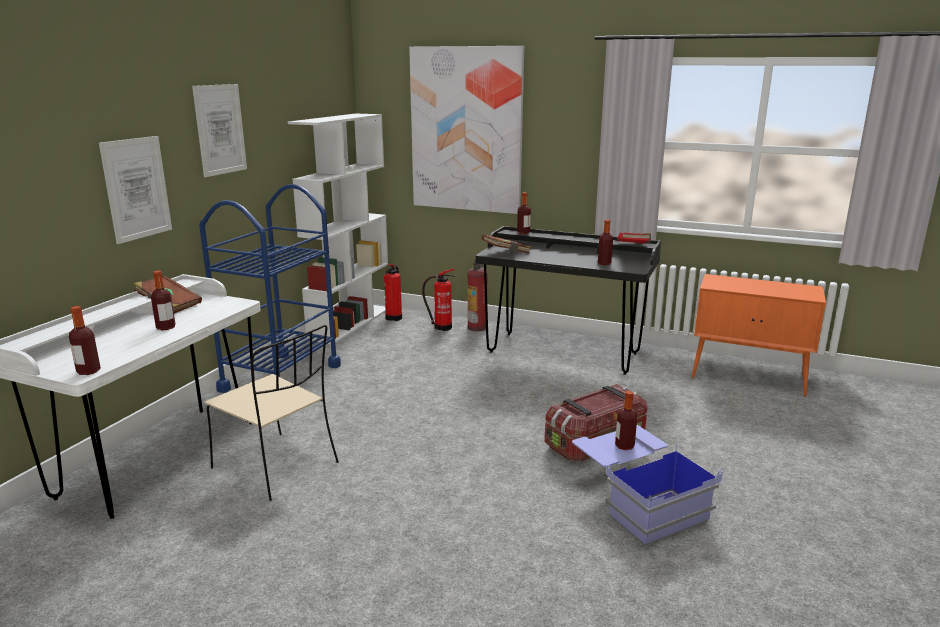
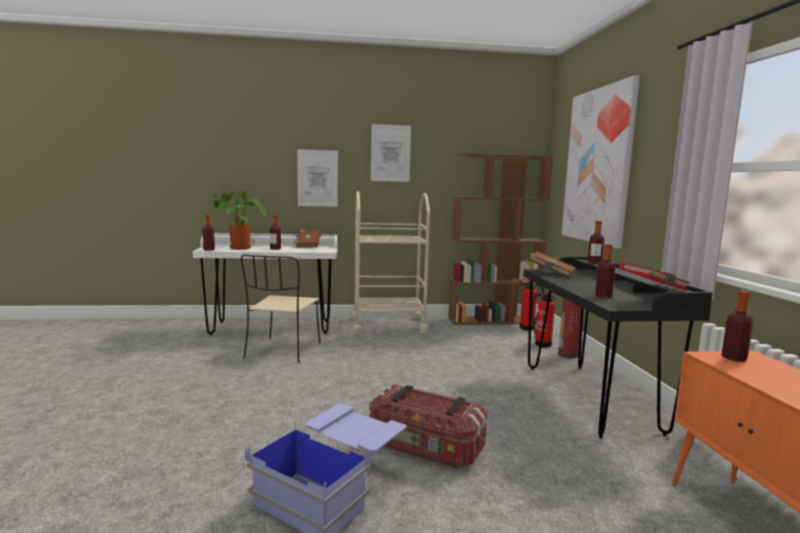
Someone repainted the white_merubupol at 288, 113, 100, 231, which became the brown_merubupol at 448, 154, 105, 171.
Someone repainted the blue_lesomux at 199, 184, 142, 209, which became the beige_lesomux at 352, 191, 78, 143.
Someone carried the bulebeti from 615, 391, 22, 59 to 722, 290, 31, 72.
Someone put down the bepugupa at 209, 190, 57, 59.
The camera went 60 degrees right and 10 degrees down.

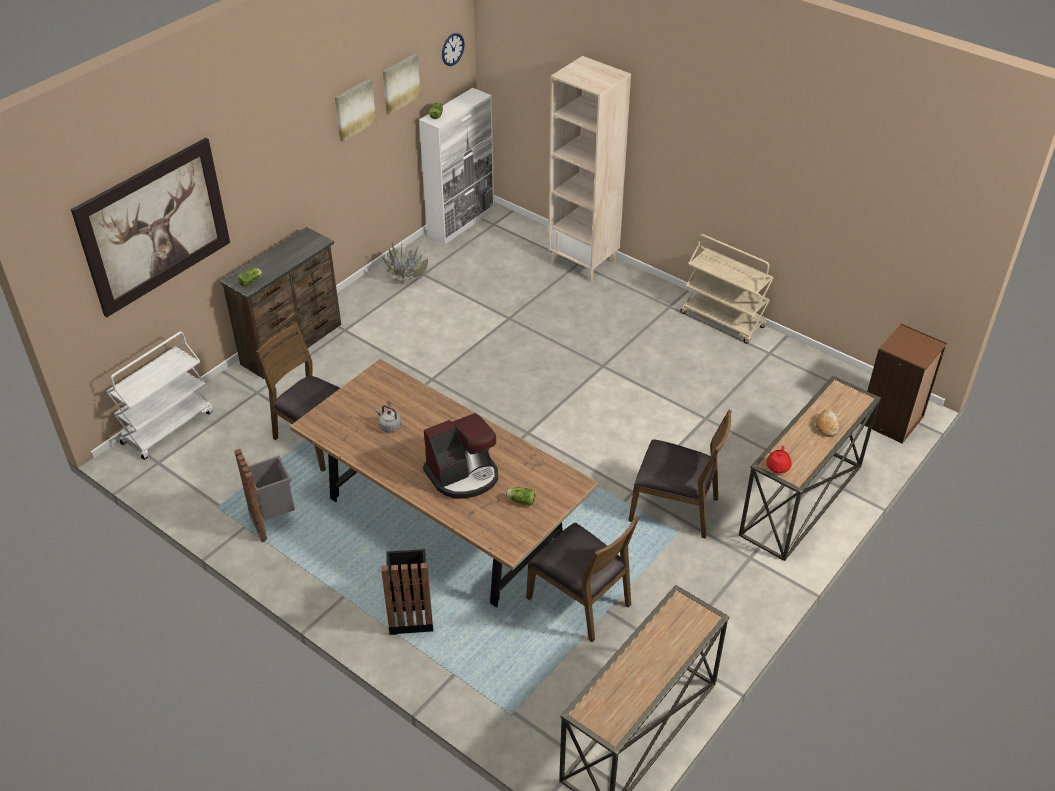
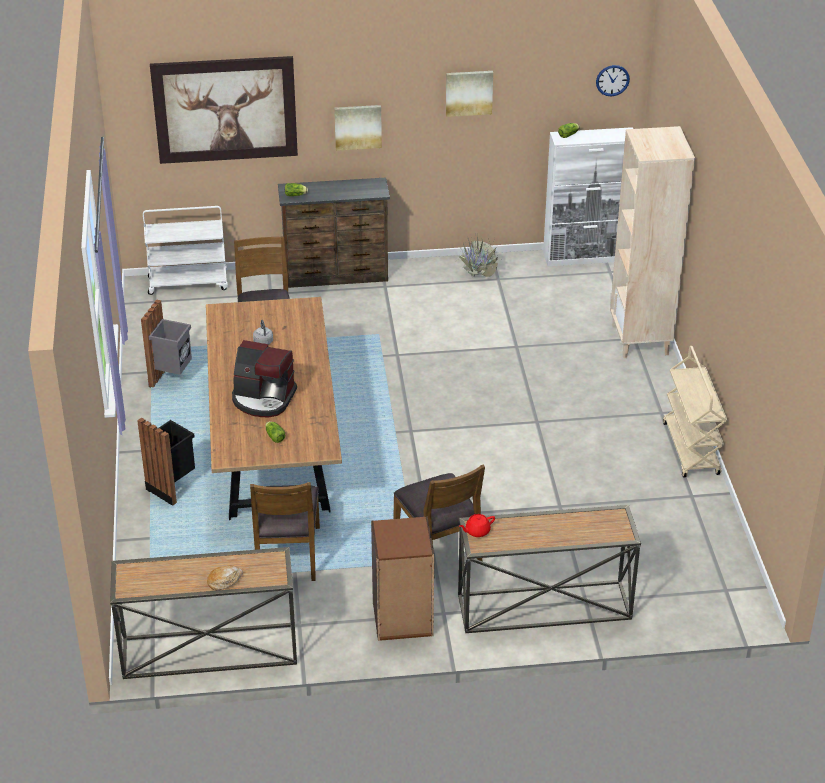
Someone carried the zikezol from 383, 54, 38, 61 to 334, 105, 48, 46.
Someone carried the brown_merubupol from 861, 324, 86, 120 to 371, 516, 63, 125.
Someone carried the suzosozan from 816, 410, 23, 27 to 207, 565, 36, 25.
The camera went 45 degrees right and 5 degrees down.

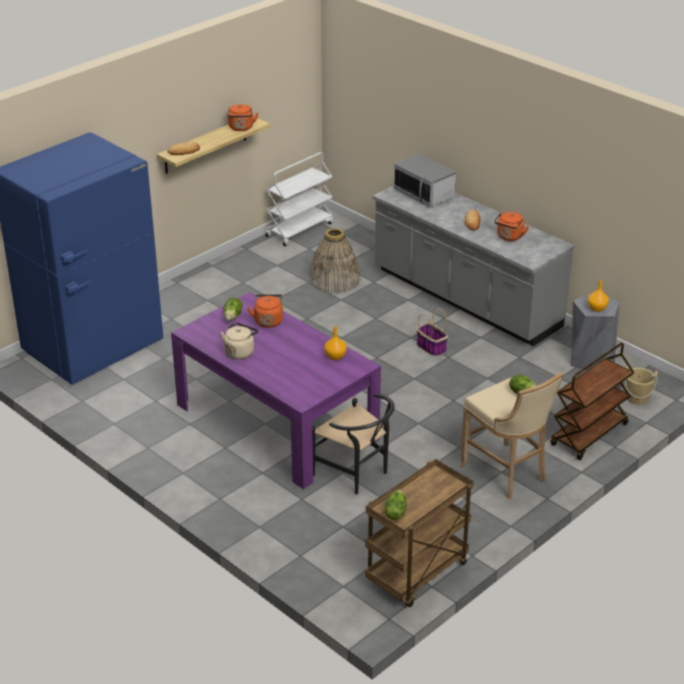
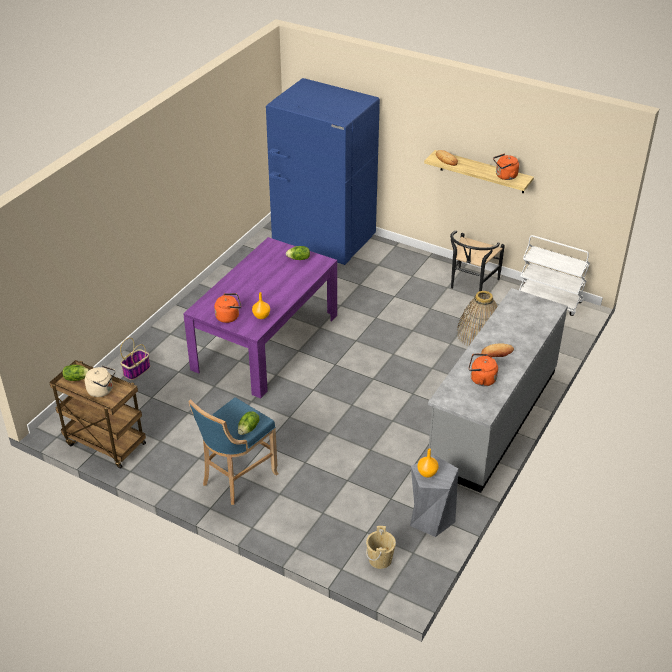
Someone took away the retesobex at 394, 153, 62, 55.
Someone carried the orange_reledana from 247, 294, 36, 34 to 214, 293, 27, 30.
Someone carried the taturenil from 416, 308, 32, 49 to 120, 338, 30, 42.
Someone carried the beige_reledana from 220, 323, 38, 36 to 85, 365, 30, 32.
Someone took away the brown_lesomux at 551, 343, 83, 117.
Someone repainted the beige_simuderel at 459, 372, 104, 127, which became the blue_simuderel at 188, 397, 91, 108.
Someone carried the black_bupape from 312, 393, 83, 102 to 450, 230, 55, 66.
The camera went 75 degrees right and 5 degrees up.

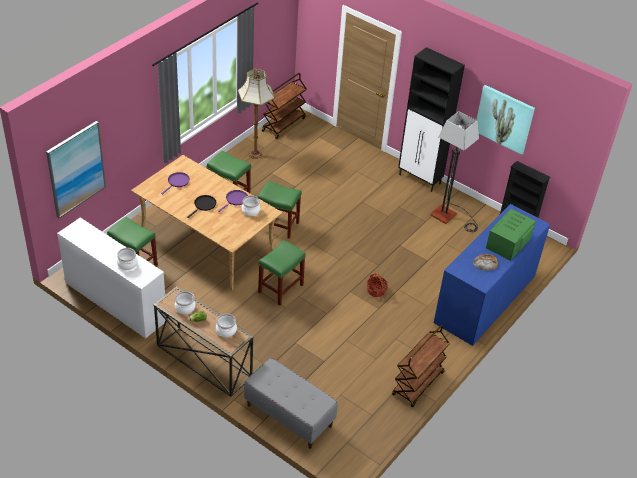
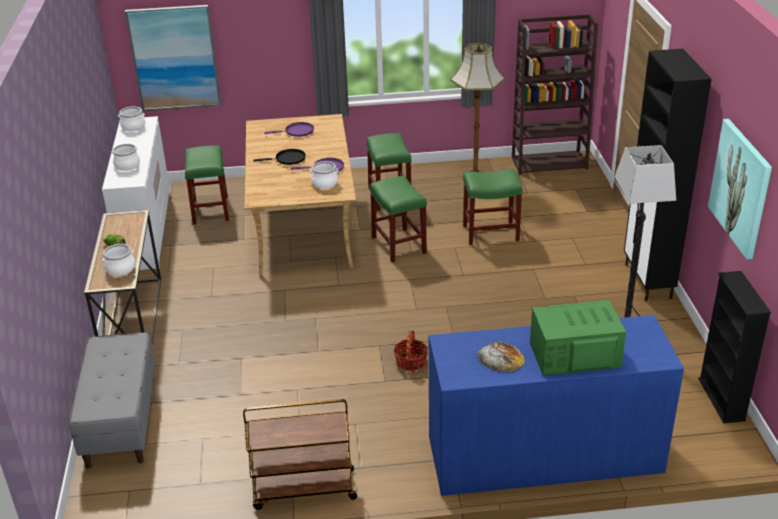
Someone swapped the brown_lesomux at 262, 73, 45, 66 for the brown_merubupol at 512, 14, 86, 161.
Someone carried the green_simuderel from 258, 240, 48, 66 to 463, 169, 60, 76.
Someone carried the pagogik from 175, 291, 21, 23 to 118, 106, 27, 26.
The camera went 50 degrees right and 10 degrees down.

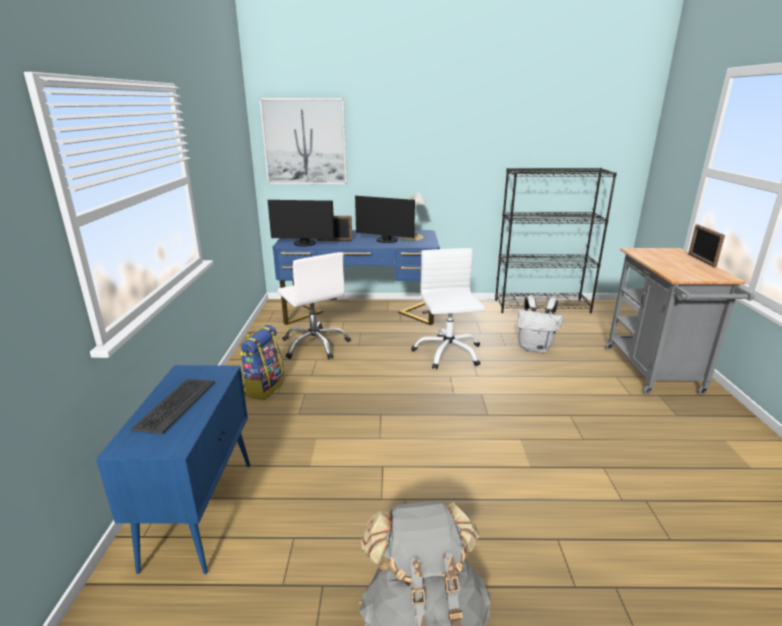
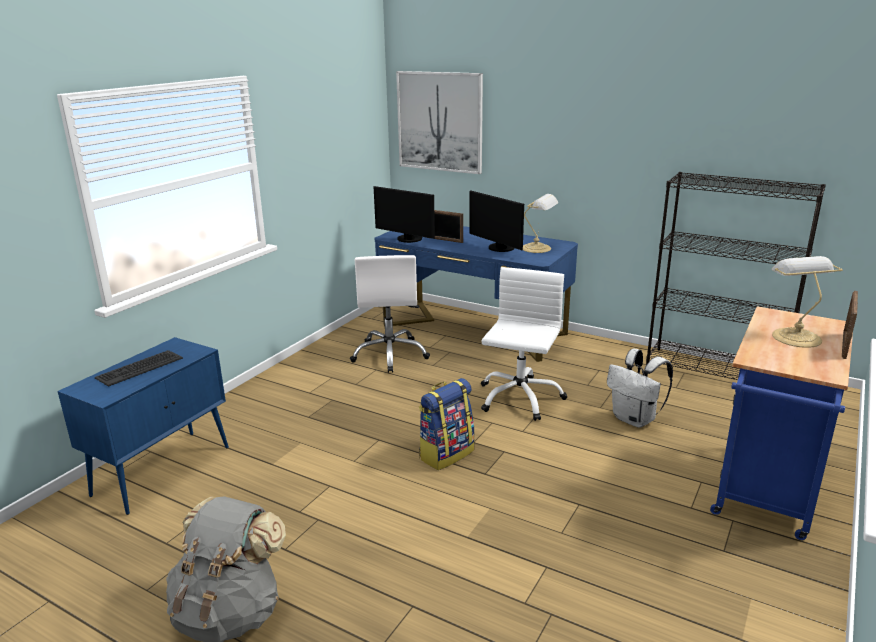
Someone repainted the grey_lesomux at 605, 248, 150, 147, which became the blue_lesomux at 710, 306, 143, 234.
Someone carried the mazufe from 239, 325, 46, 75 to 419, 378, 56, 92.
Someone put down the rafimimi at 772, 256, 71, 92.
The camera went 30 degrees right and 0 degrees up.

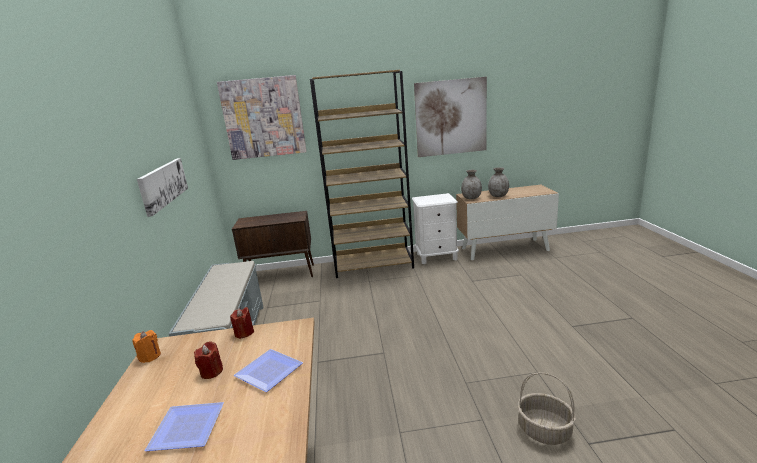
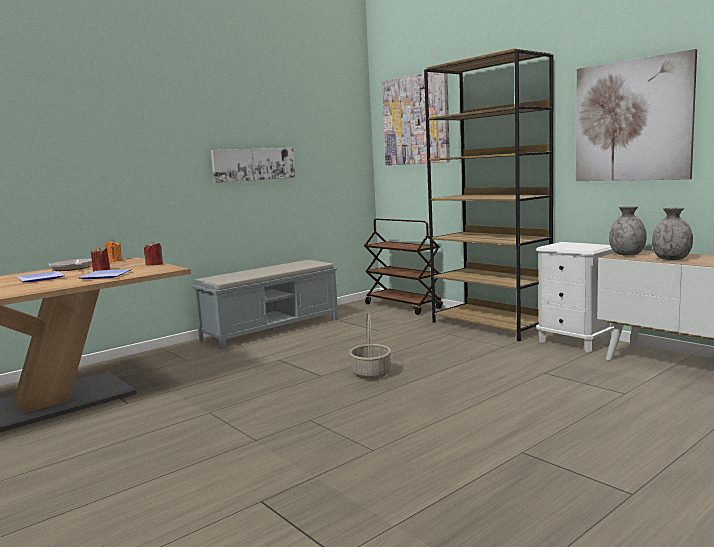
Someone swapped the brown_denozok at 232, 211, 82, 66 for the brown_lesomux at 364, 219, 79, 96.
Someone carried the taturenil from 517, 373, 59, 72 to 349, 313, 42, 67.
Someone put down the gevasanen at 49, 259, 43, 12.
The camera went 55 degrees right and 10 degrees down.

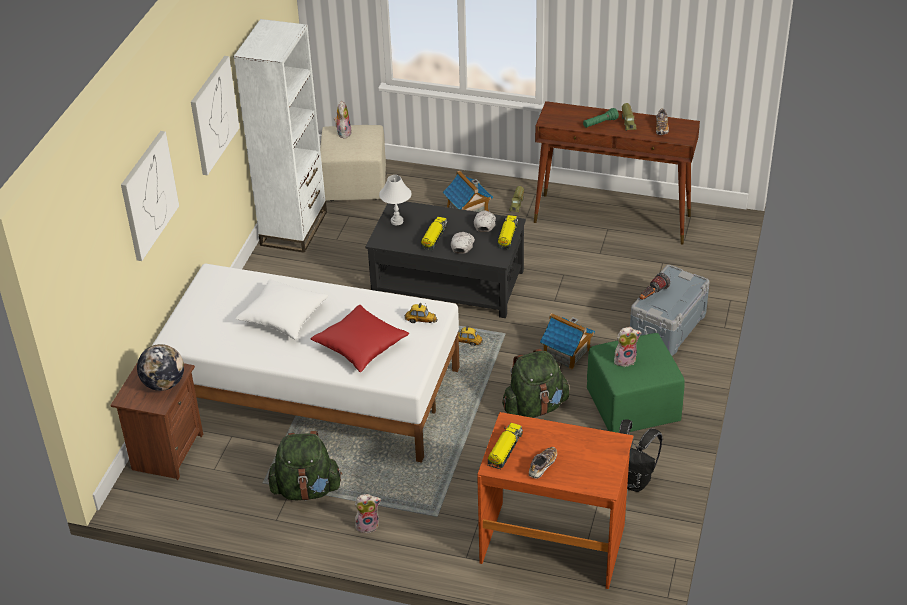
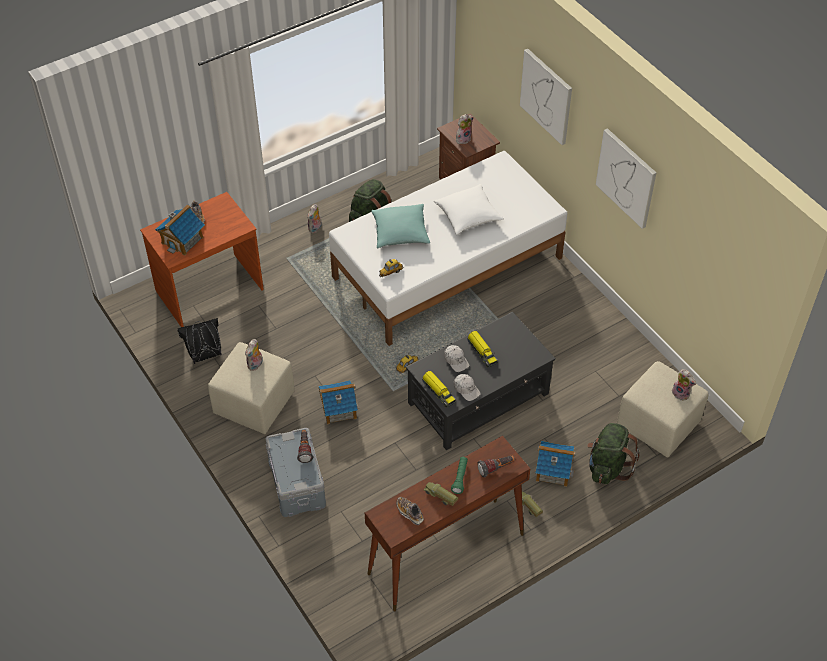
Someone took away the white_merubupol at 234, 19, 93, 234.
Someone took away the white_rafimimi at 379, 175, 33, 50.
Someone repainted the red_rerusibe at 311, 305, 98, 67, which became the turquoise_rerusibe at 371, 204, 59, 44.
Someone repainted the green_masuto at 587, 333, 98, 100, which became the beige_masuto at 208, 342, 87, 92.
Someone swapped the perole at 137, 344, 47, 47 for the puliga at 456, 114, 18, 30.
Someone carried the green_mazufe from 502, 349, 67, 69 to 587, 423, 52, 61.
Someone took away the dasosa at 487, 423, 36, 46.
Someone put down the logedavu at 155, 204, 50, 52.
Someone put down the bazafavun at 477, 456, 38, 22.
The camera went 130 degrees right and 10 degrees up.

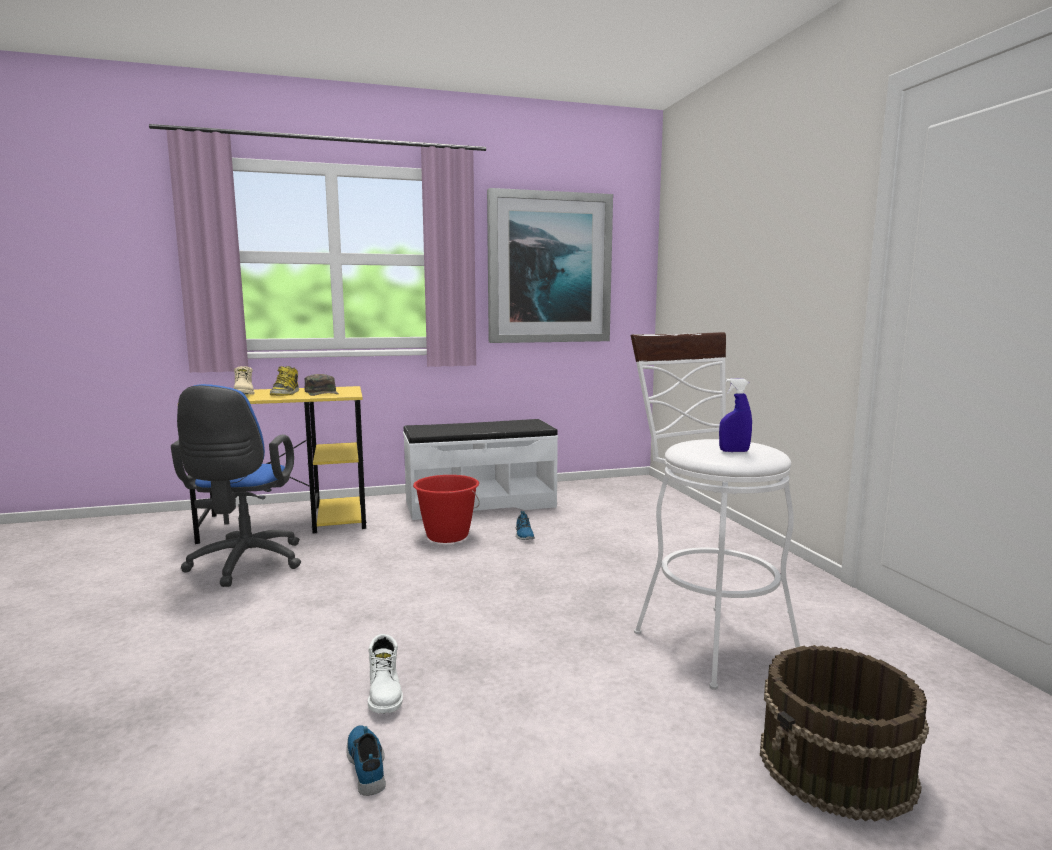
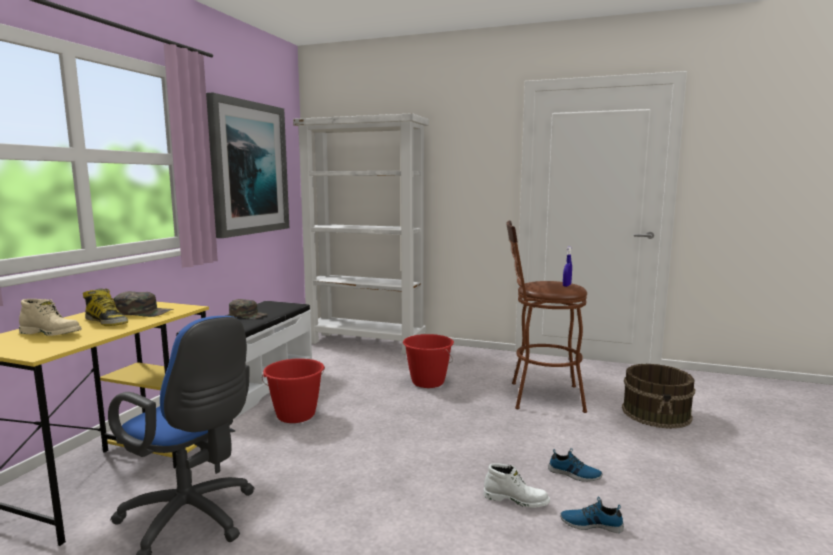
Someone repainted the white_simuderel at 631, 332, 169, 358, which became the brown_simuderel at 506, 221, 81, 192.
Someone carried the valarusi from 516, 511, 19, 29 to 548, 448, 54, 34.
Someone put down the white_merubupol at 293, 113, 136, 241.
Someone put down the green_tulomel at 229, 299, 39, 20.
Someone put down the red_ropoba at 403, 334, 51, 54.
The camera went 55 degrees left and 0 degrees up.

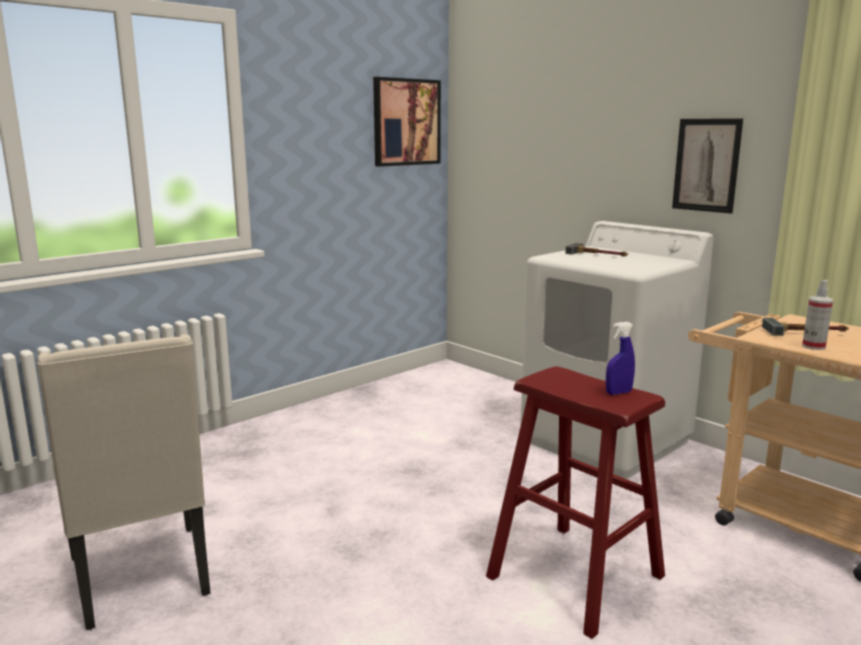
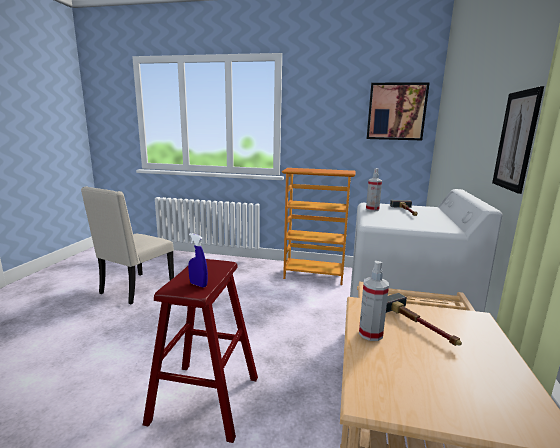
Someone put down the merubupol at 282, 168, 73, 117.
Someone put down the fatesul at 366, 168, 16, 43.
The camera went 55 degrees right and 0 degrees up.

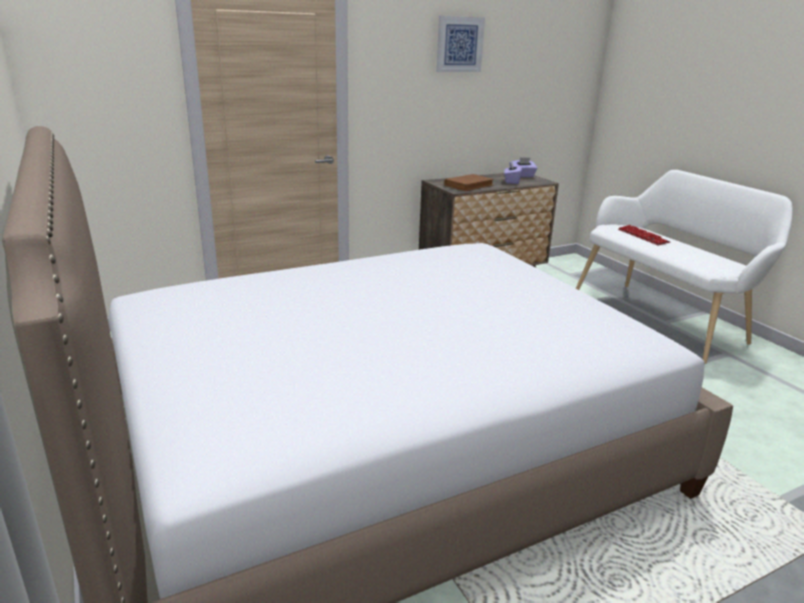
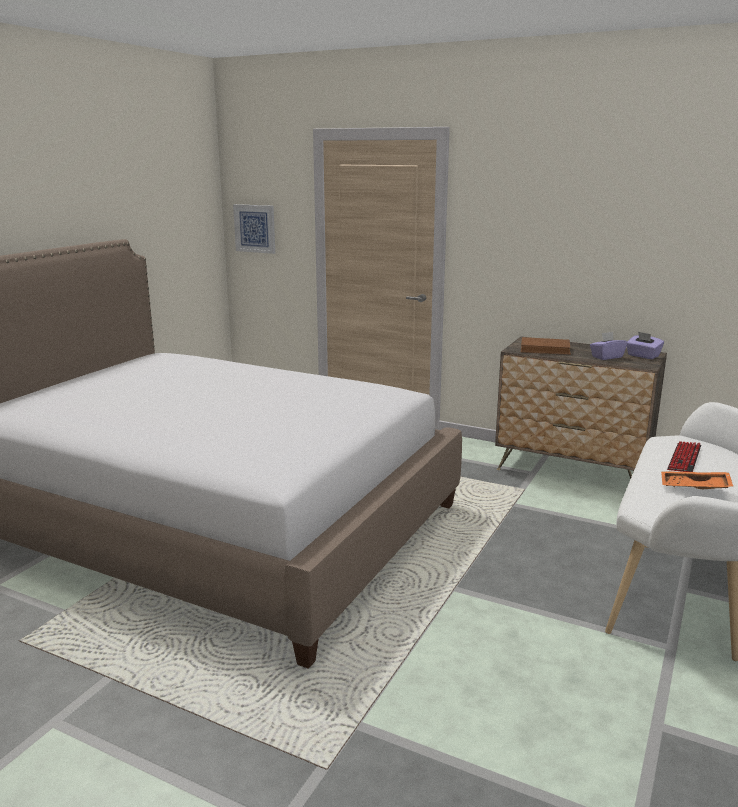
Someone carried the zikezol from 436, 16, 49, 56 to 233, 204, 42, 50.
Someone put down the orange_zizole at 661, 471, 72, 18.
The camera went 55 degrees right and 5 degrees down.

